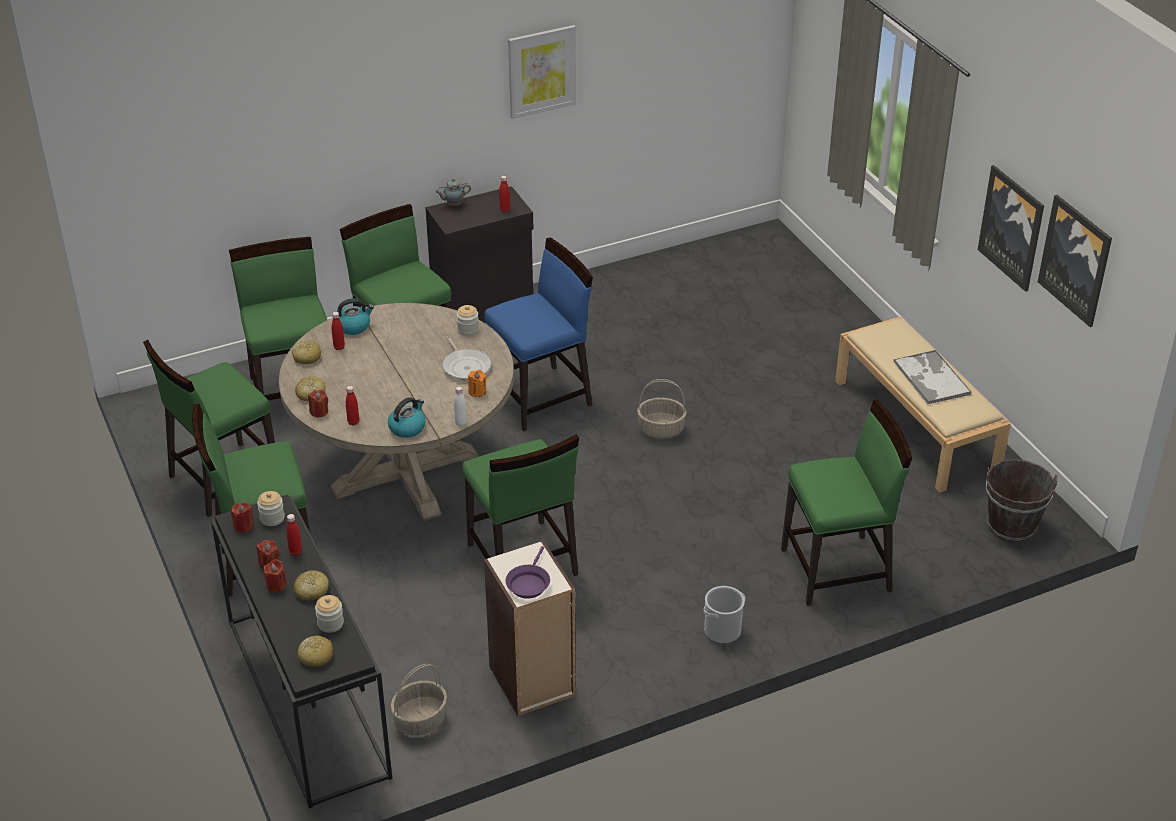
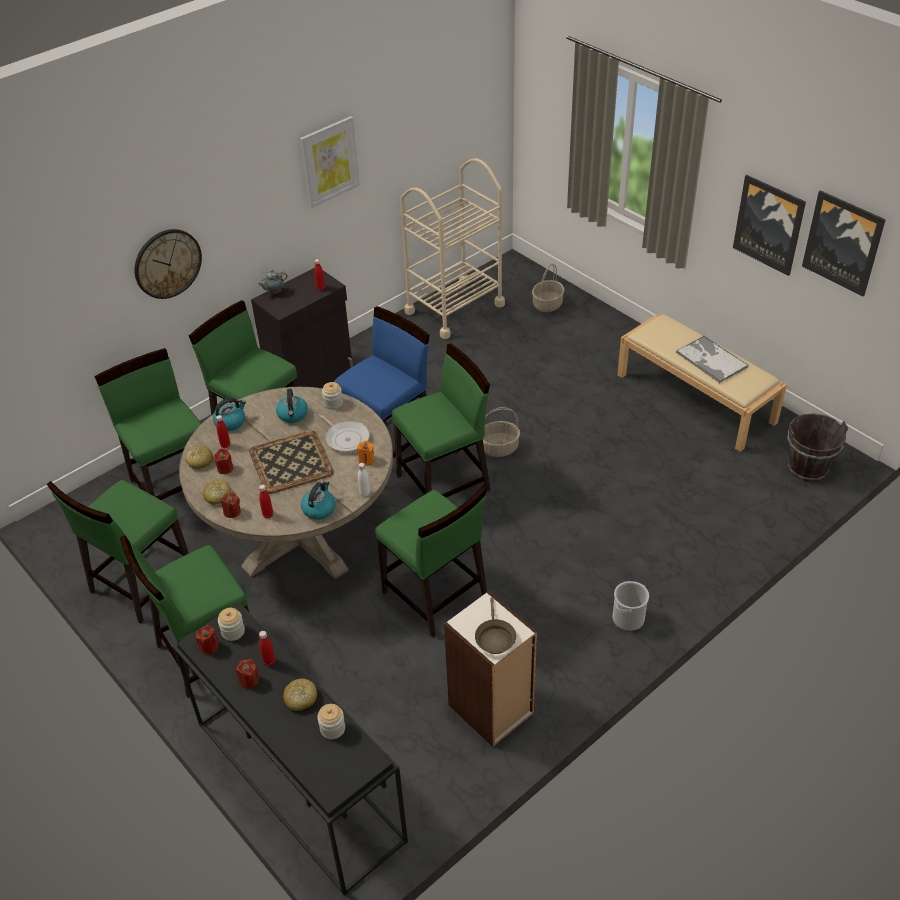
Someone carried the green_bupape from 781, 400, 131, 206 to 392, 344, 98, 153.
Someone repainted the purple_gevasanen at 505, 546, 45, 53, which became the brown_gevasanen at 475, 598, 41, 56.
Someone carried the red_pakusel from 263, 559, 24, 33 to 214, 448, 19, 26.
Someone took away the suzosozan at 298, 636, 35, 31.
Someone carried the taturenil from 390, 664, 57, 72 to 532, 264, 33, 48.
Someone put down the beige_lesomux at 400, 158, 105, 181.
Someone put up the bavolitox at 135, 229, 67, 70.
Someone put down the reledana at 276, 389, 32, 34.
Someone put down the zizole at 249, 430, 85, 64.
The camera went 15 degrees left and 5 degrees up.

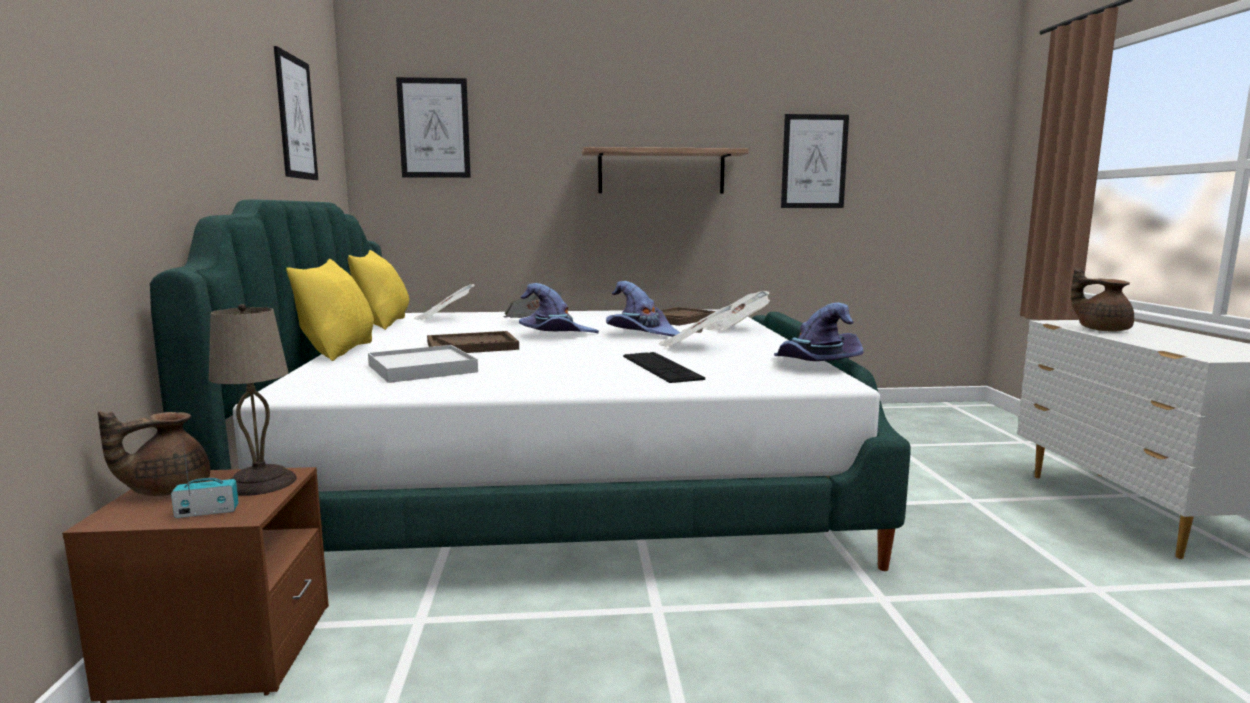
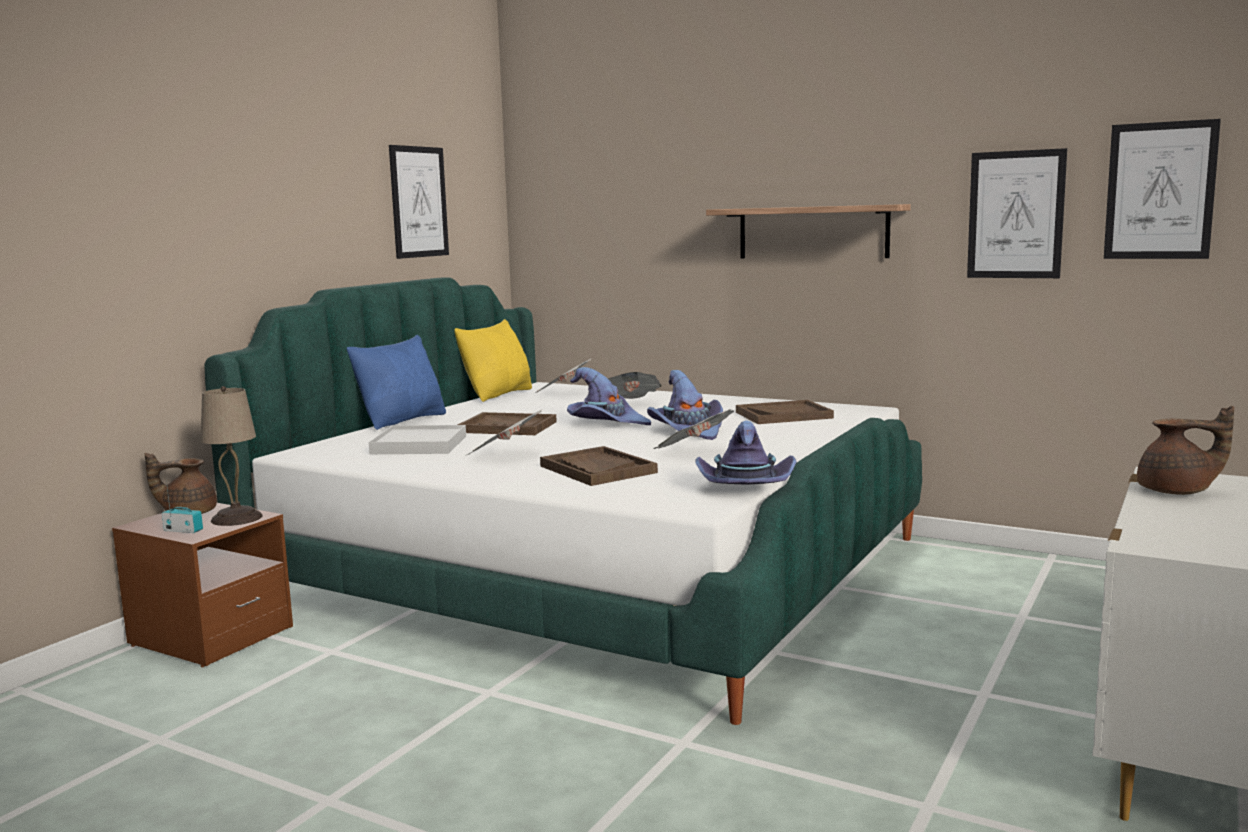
Someone carried the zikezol from 396, 77, 75, 101 to 1104, 119, 117, 140.
Someone repainted the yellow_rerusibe at 286, 259, 88, 102, which became the blue_rerusibe at 347, 335, 99, 95.
Someone rotated the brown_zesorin at 1071, 267, 63, 64 by 105 degrees clockwise.
Someone carried the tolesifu from 703, 291, 67, 39 to 467, 409, 76, 46.
Someone swapped the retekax at 623, 352, 82, 31 for the brown_zizole at 540, 446, 118, 40.
The camera went 35 degrees right and 0 degrees up.

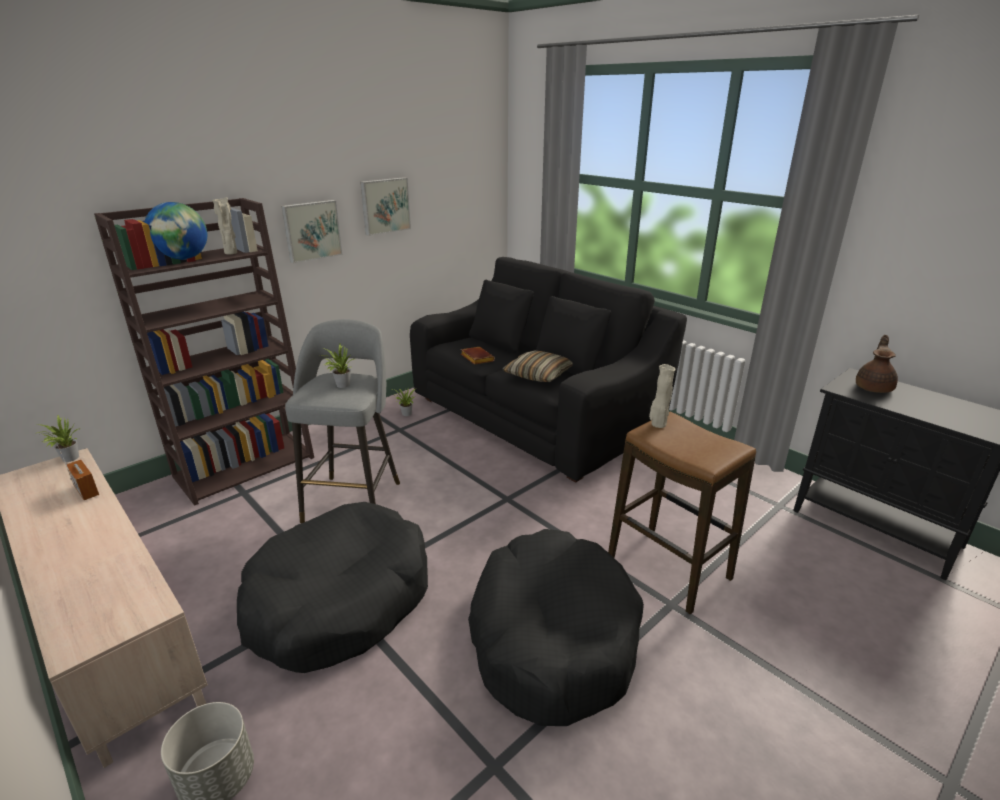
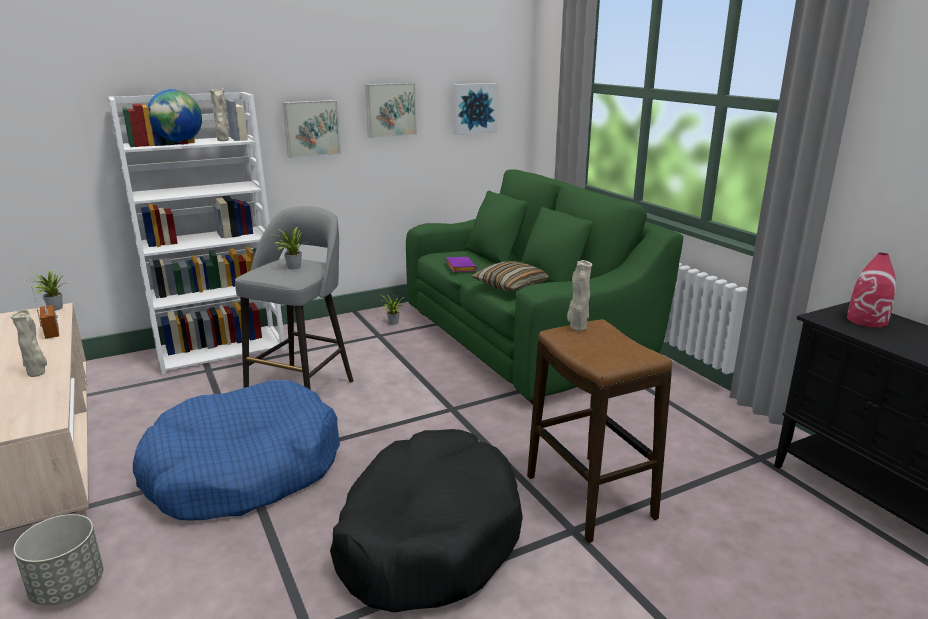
Someone repainted the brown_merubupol at 94, 198, 220, 308, which became the white_merubupol at 108, 92, 178, 283.
Someone repainted the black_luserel at 410, 257, 277, 225, which became the green_luserel at 406, 169, 277, 235.
Someone swapped the brown_zesorin at 856, 335, 42, 58 for the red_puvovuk at 847, 253, 49, 75.
Someone repainted the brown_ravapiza at 461, 347, 34, 18, which became the purple_ravapiza at 446, 257, 31, 15.
Someone repainted the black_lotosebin at 237, 502, 191, 171, which became the blue_lotosebin at 133, 380, 207, 141.
Someone put up the zikezol at 453, 83, 45, 52.
Someone put down the beige_puvovuk at 11, 309, 36, 68.
The camera went 15 degrees right and 5 degrees down.

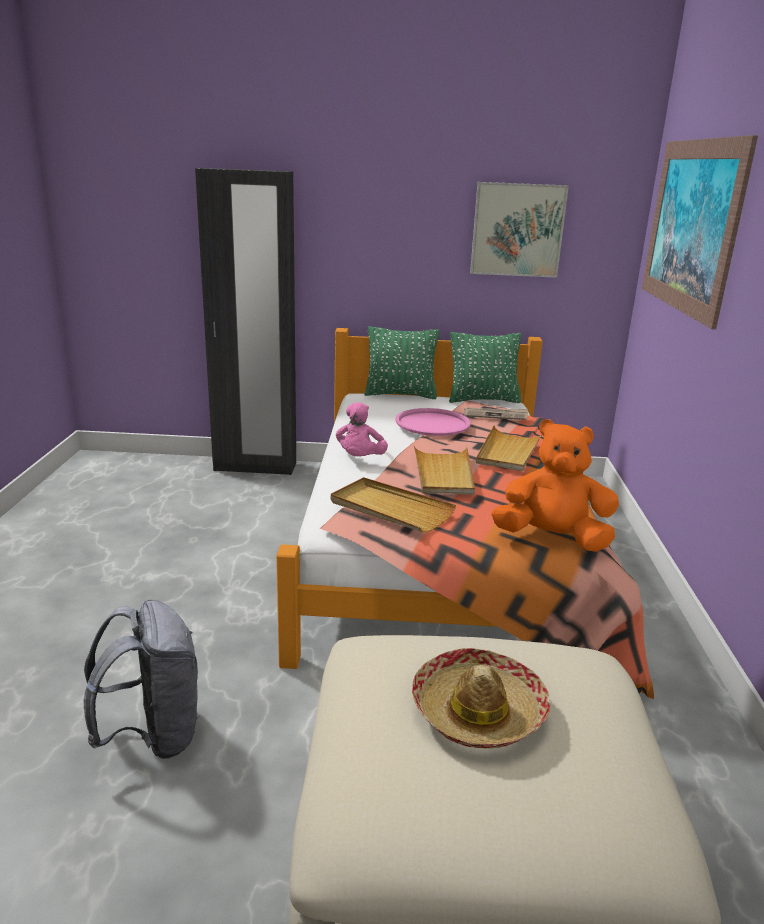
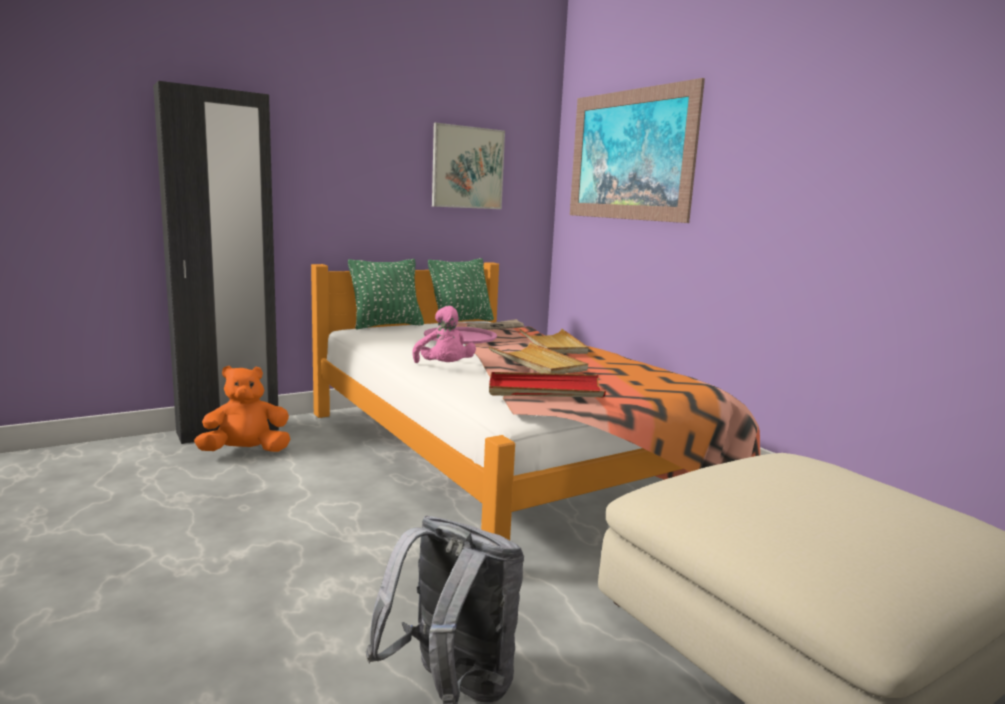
Someone carried the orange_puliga from 491, 419, 128, 133 to 194, 366, 97, 86.
Someone repainted the beige_zizole at 331, 477, 125, 55, which became the red_zizole at 489, 372, 117, 25.
Someone took away the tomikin at 412, 648, 138, 101.
The camera went 35 degrees left and 10 degrees down.

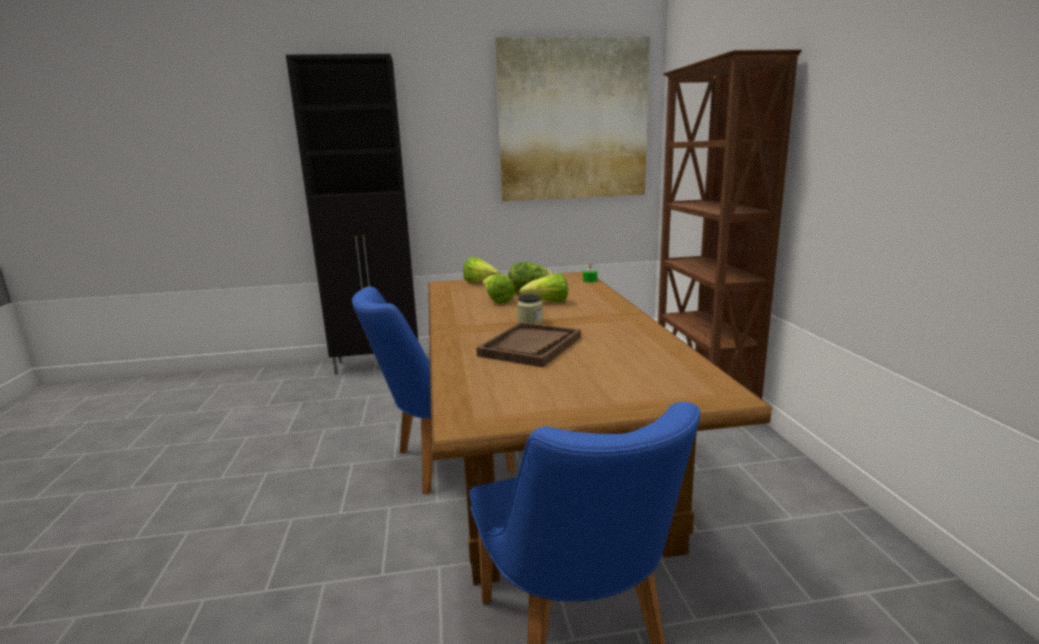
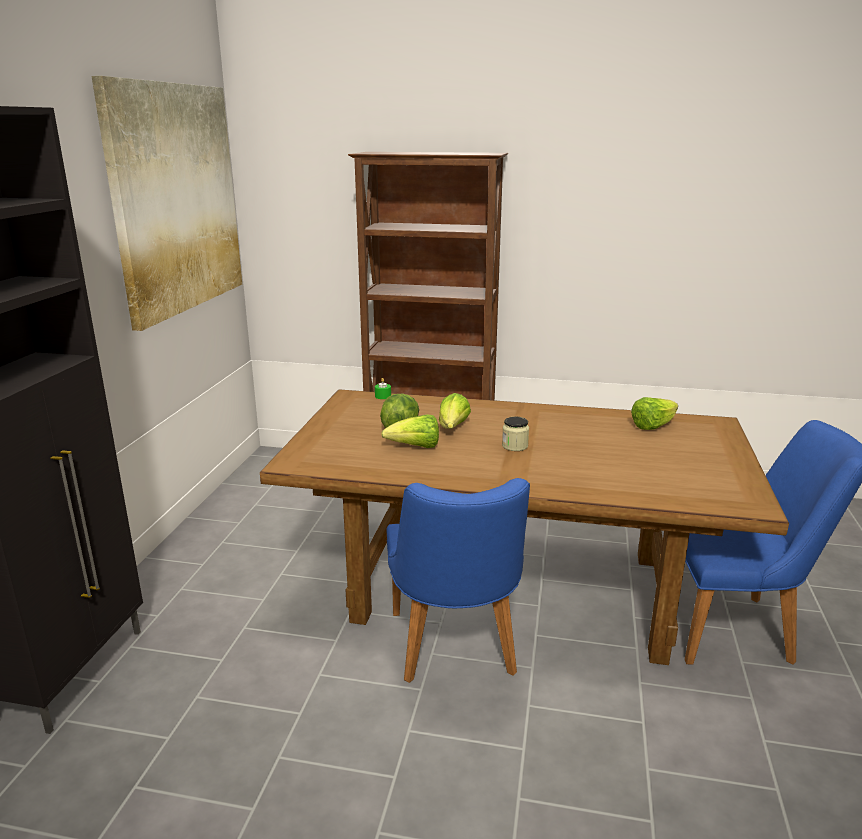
Someone carried the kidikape from 463, 257, 37, 25 to 631, 397, 47, 33.
Someone took away the brown_zizole at 476, 322, 105, 45.
The camera went 70 degrees left and 5 degrees up.

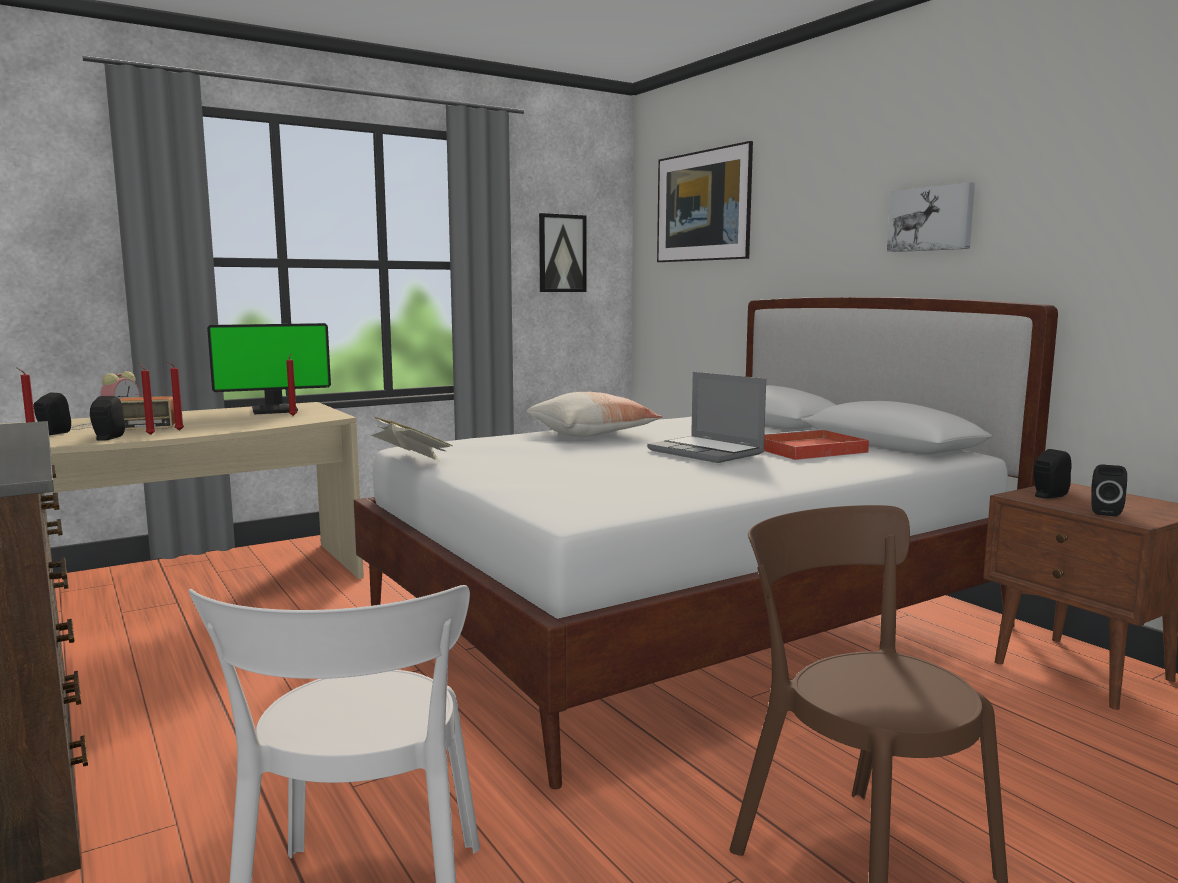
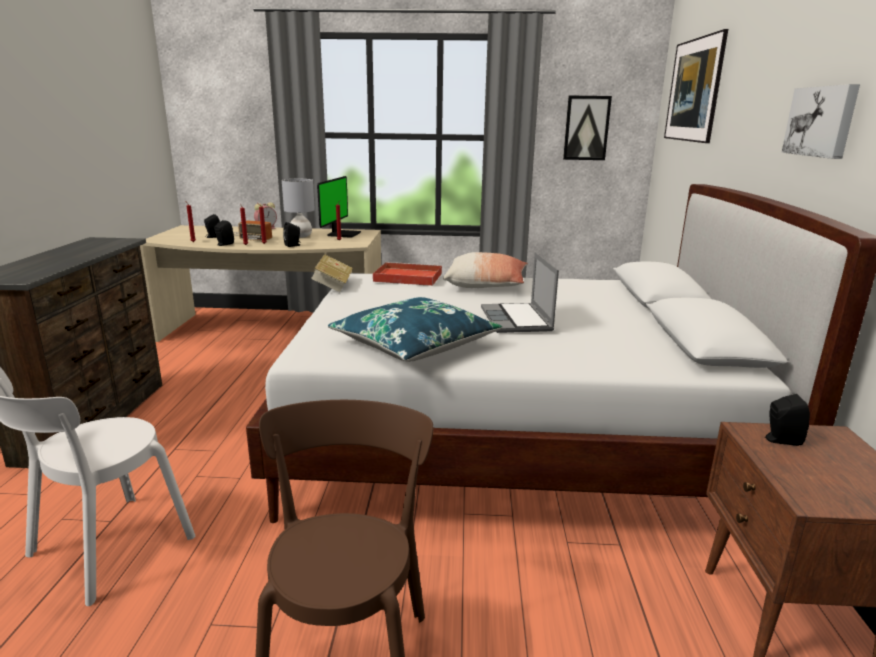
Someone rotated the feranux at 207, 323, 124, 91 by 90 degrees counterclockwise.
Someone carried the red_zizole from 764, 429, 105, 31 to 373, 262, 69, 24.
Someone carried the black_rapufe from 1091, 465, 36, 51 to 283, 222, 18, 25.
Someone put down the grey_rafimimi at 282, 179, 33, 59.
Someone put down the blue_rerusibe at 328, 297, 174, 65.
The camera went 35 degrees right and 10 degrees up.

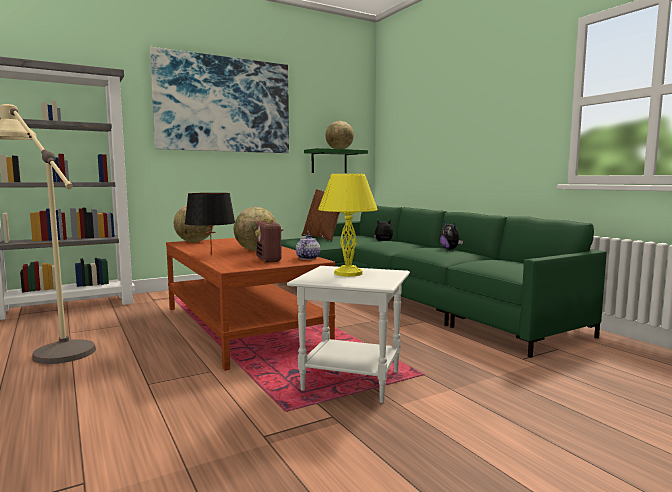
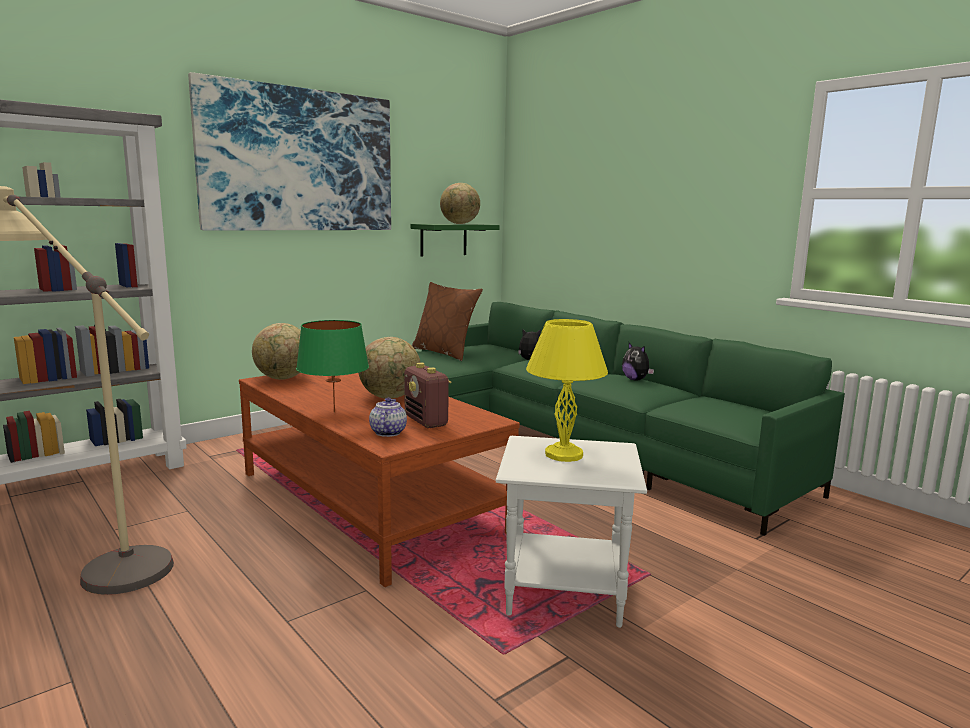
Someone repainted the black_rafimimi at 185, 193, 50, 62, which became the green_rafimimi at 296, 320, 73, 92.
Someone carried the zesorin from 296, 235, 24, 25 to 369, 398, 38, 39.
The camera went 10 degrees left and 5 degrees up.

